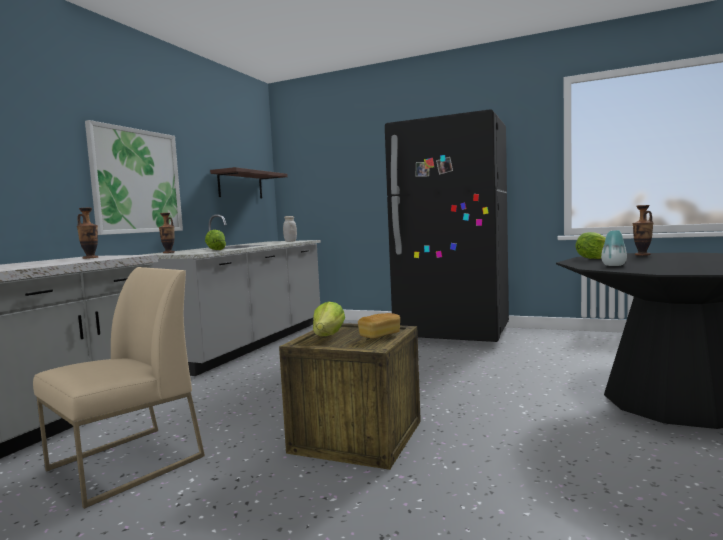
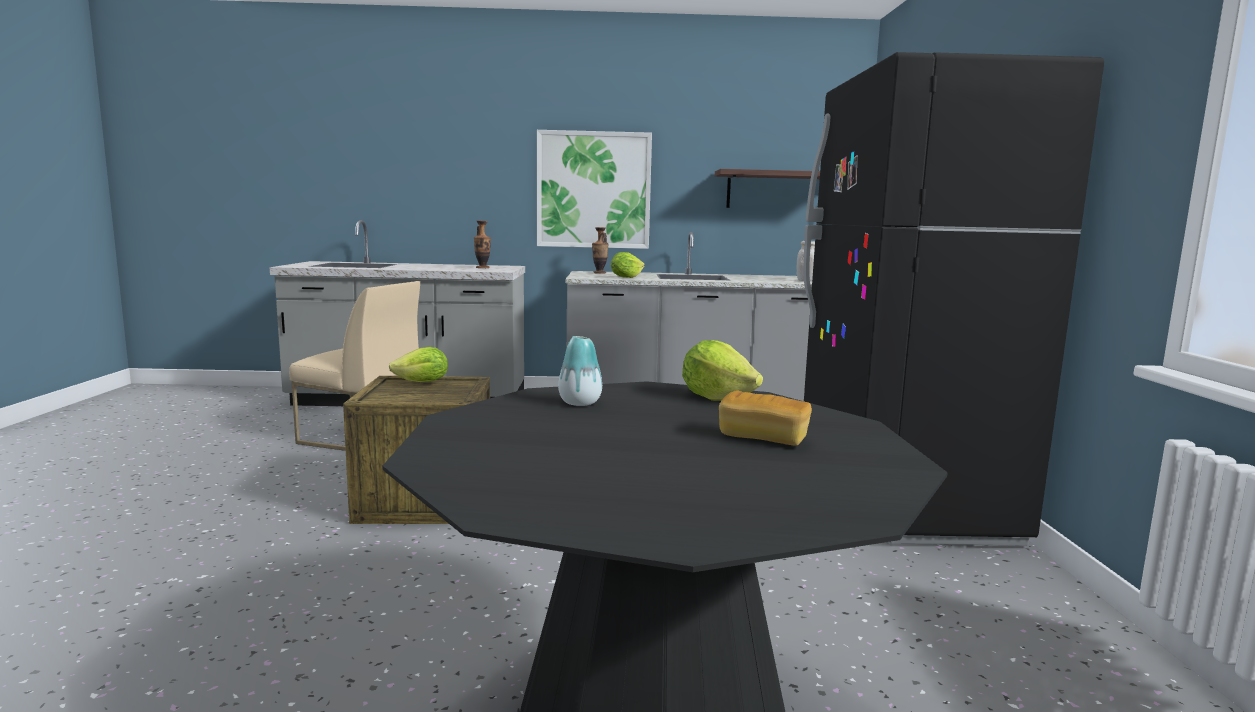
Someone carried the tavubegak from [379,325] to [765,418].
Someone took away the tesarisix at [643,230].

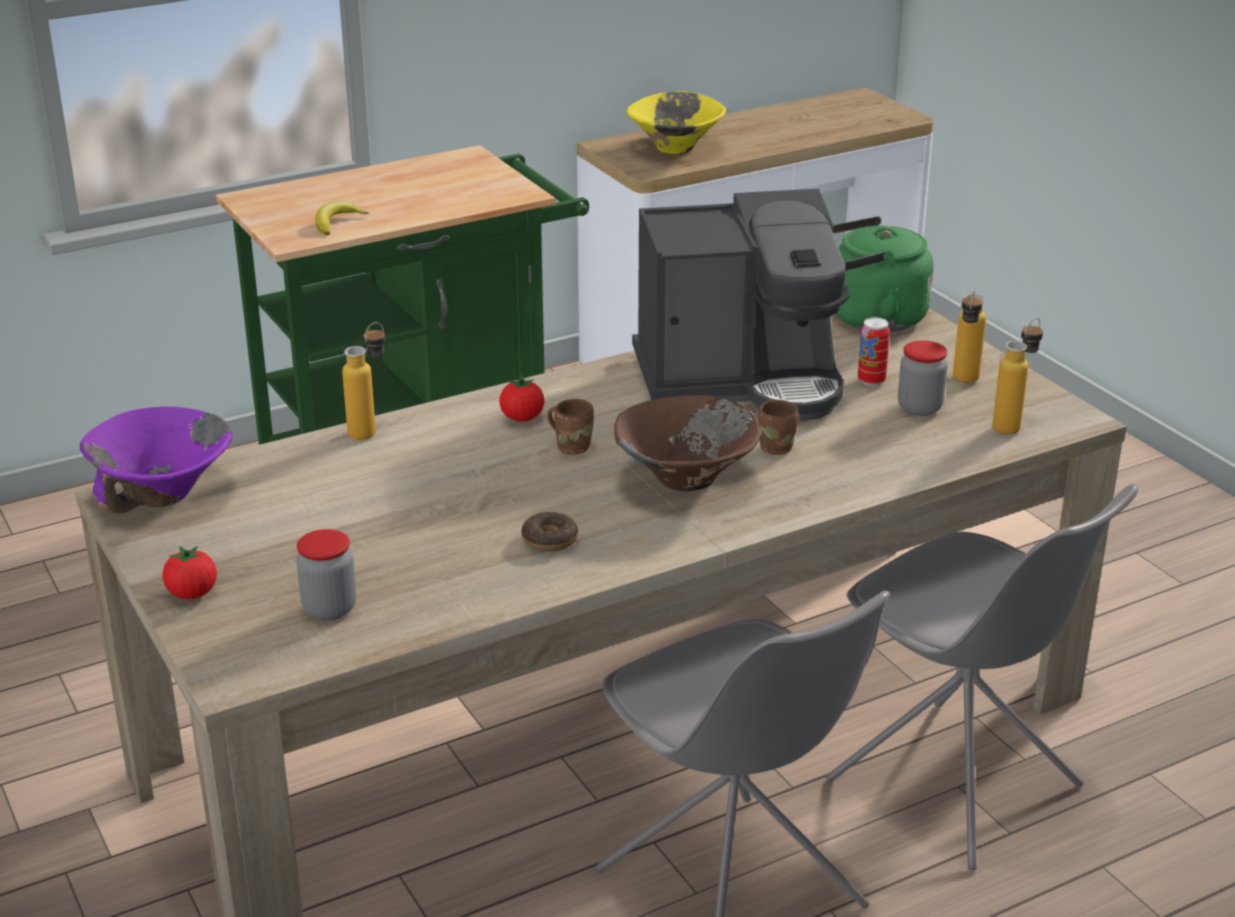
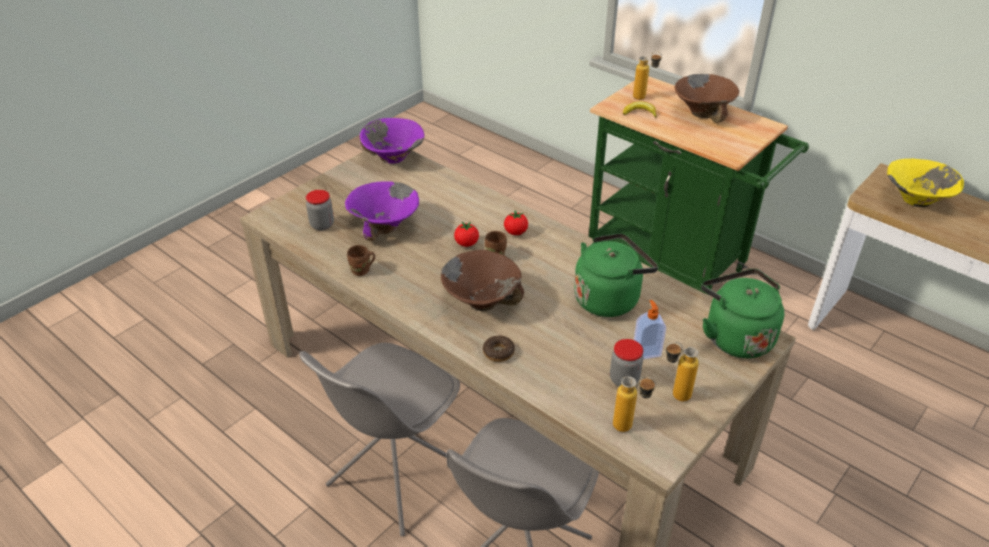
Someone put down the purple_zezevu at [382,211].
Someone carried the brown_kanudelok from [778,427] to [361,260].
Someone carried the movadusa from [189,572] to [466,234].
Someone carried the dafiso from [549,531] to [499,348].
Someone swapped the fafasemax at [741,305] for the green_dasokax at [616,275].
Someone carried the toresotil from [363,381] to [647,75].
Someone swapped the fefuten at [874,351] for the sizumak at [650,329].
Someone put down the brown_zezevu at [707,98].

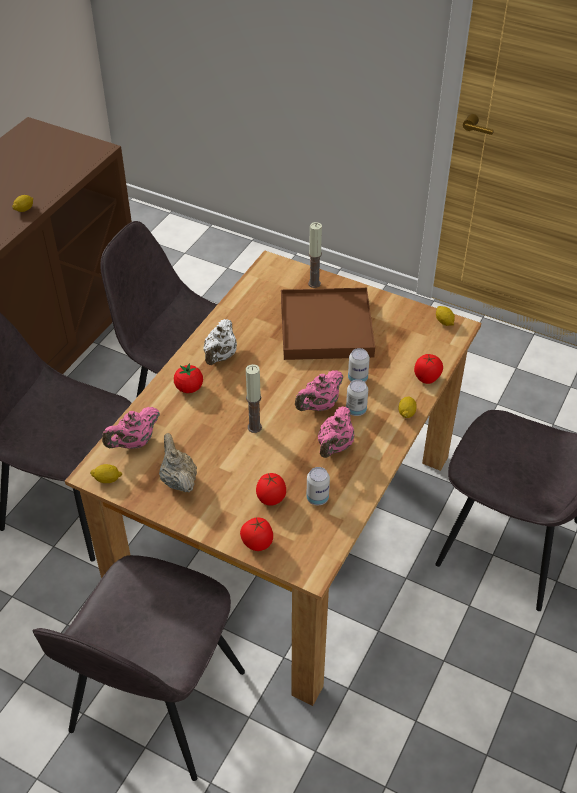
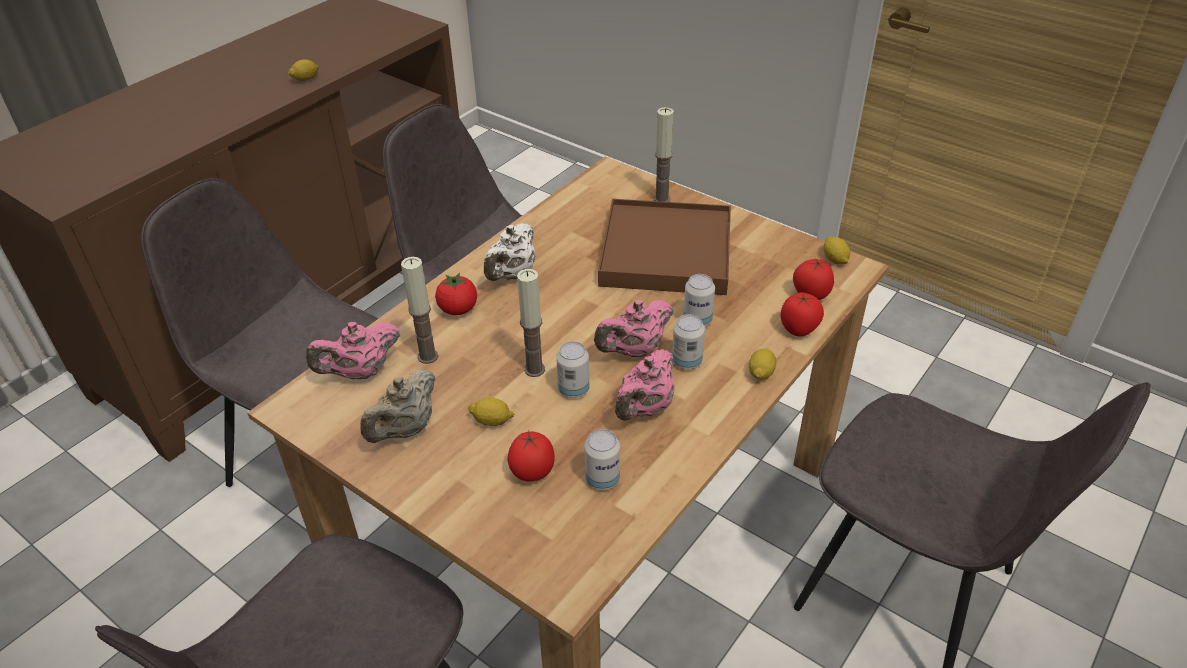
Someone rotated the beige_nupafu at [178,462] by 135 degrees counterclockwise.
Someone put down the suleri at [419,310].
Someone carried the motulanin from [106,473] to [491,411].
Someone put down the fefuten at [572,369].
Someone carried the movadusa from [256,534] to [813,279].

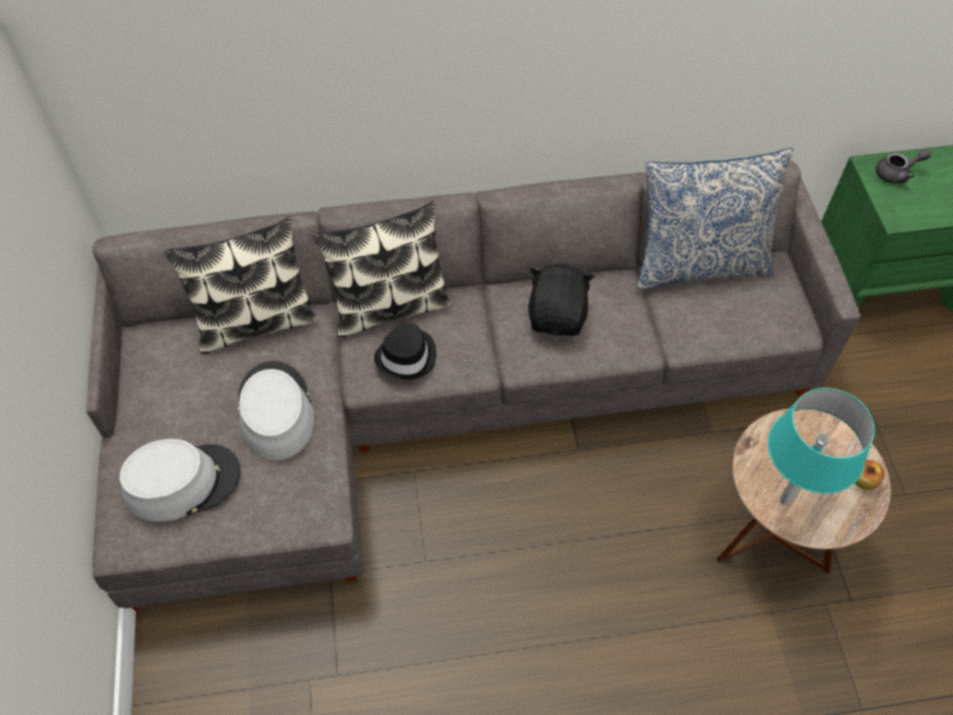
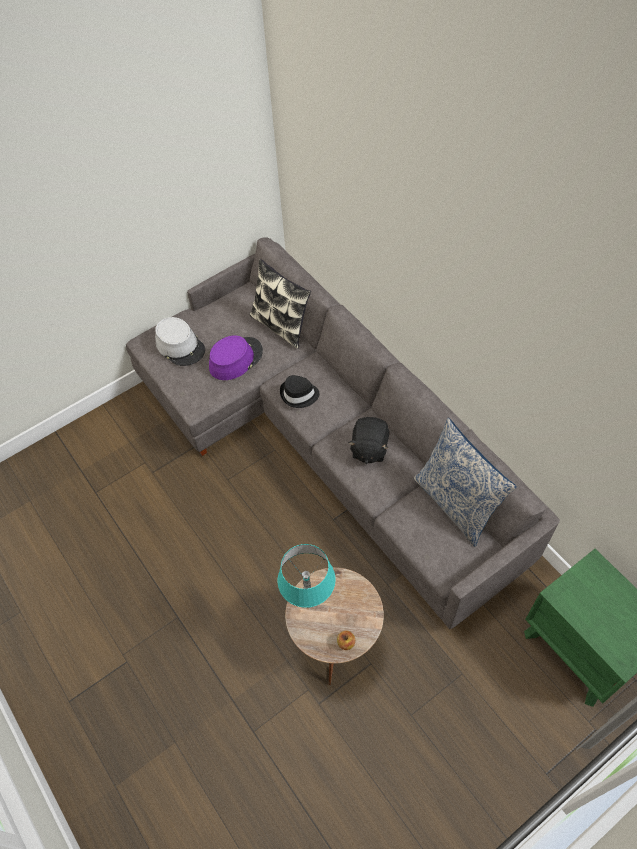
Someone repainted the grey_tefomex at [276,411], which became the purple_tefomex at [236,358].
Someone rotated the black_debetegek at [561,300] by 120 degrees clockwise.
Someone took away the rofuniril at [382,270].
Someone took away the grey_nupafu at [903,166].

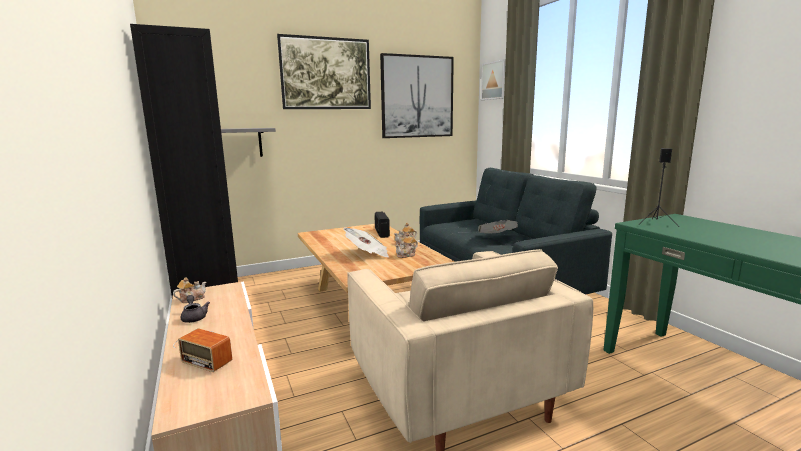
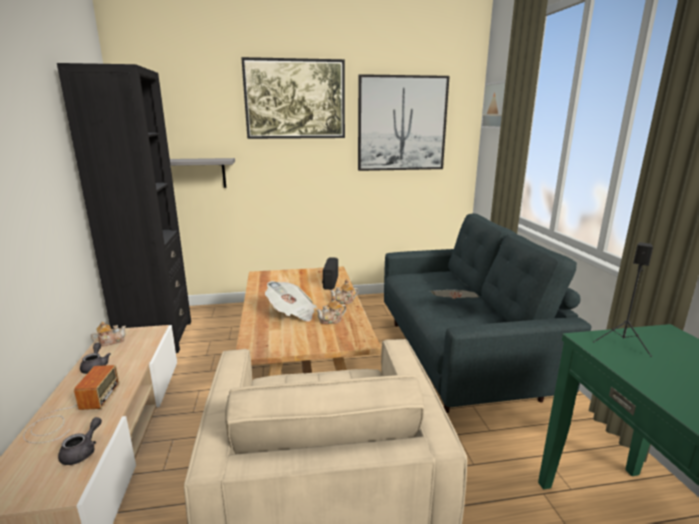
Someone rotated the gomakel at [202,350] by 135 degrees counterclockwise.
Someone put down the grey_nupafu at [80,441].

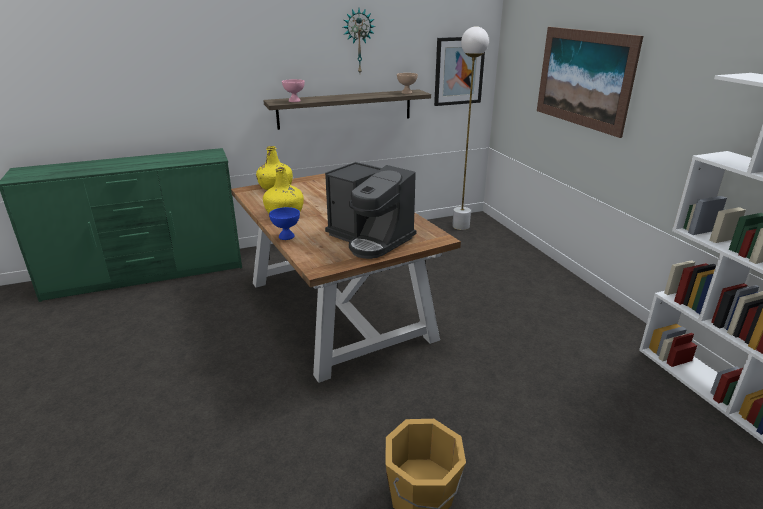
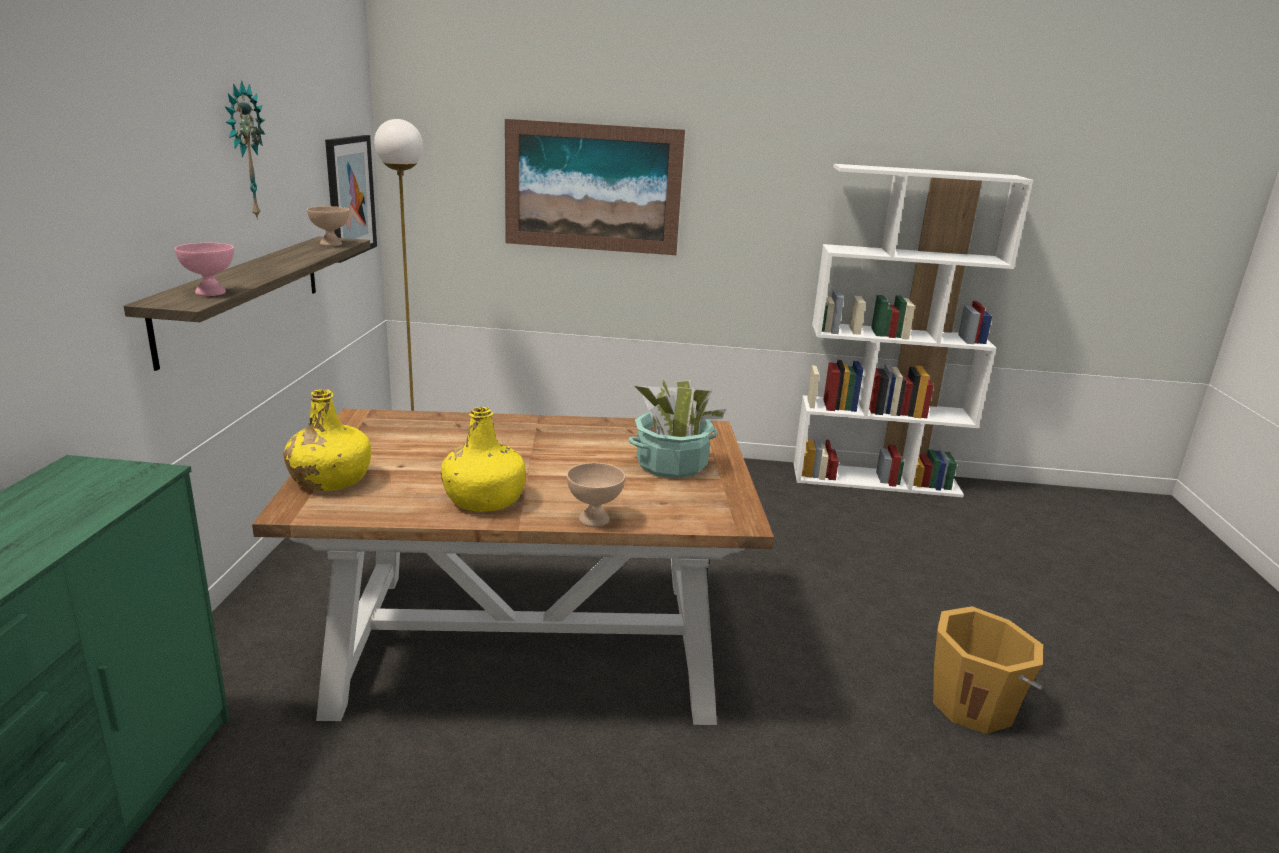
Someone repainted the blue_zezevu at [284,223], which became the beige_zezevu at [596,495].
Someone swapped the fafasemax at [370,210] for the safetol at [677,428].

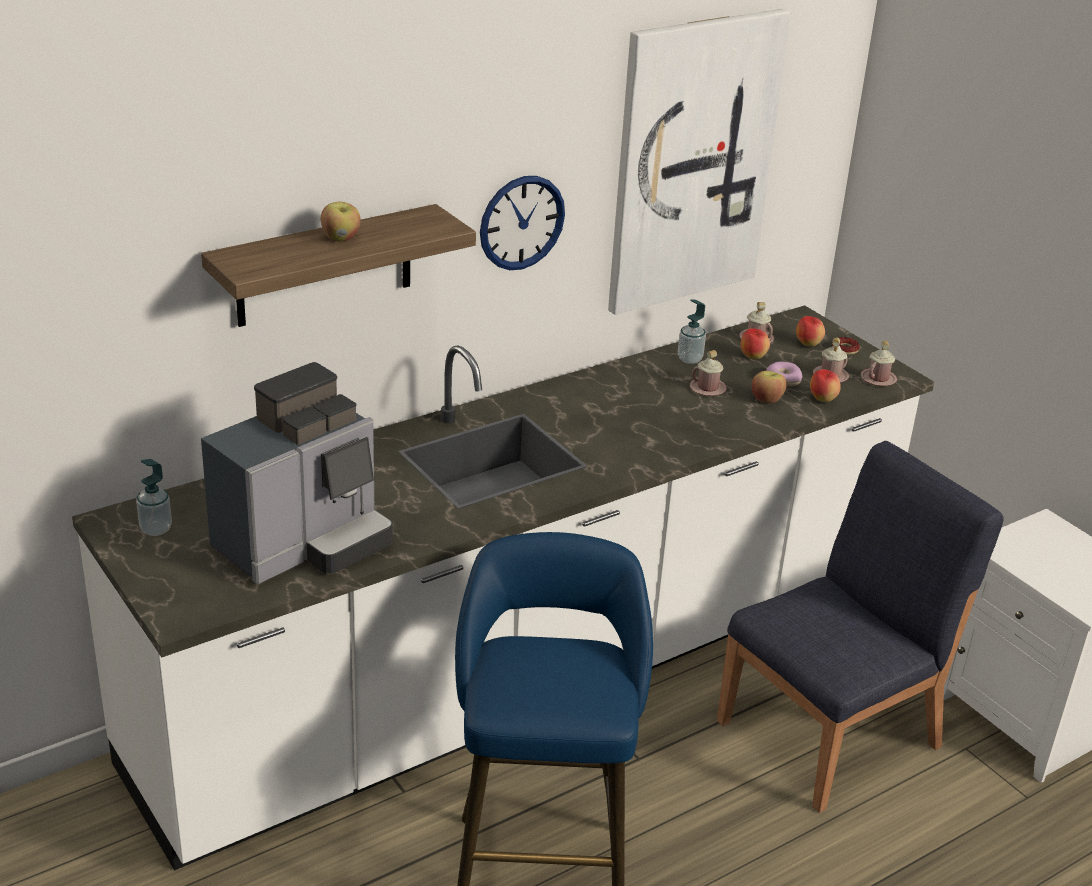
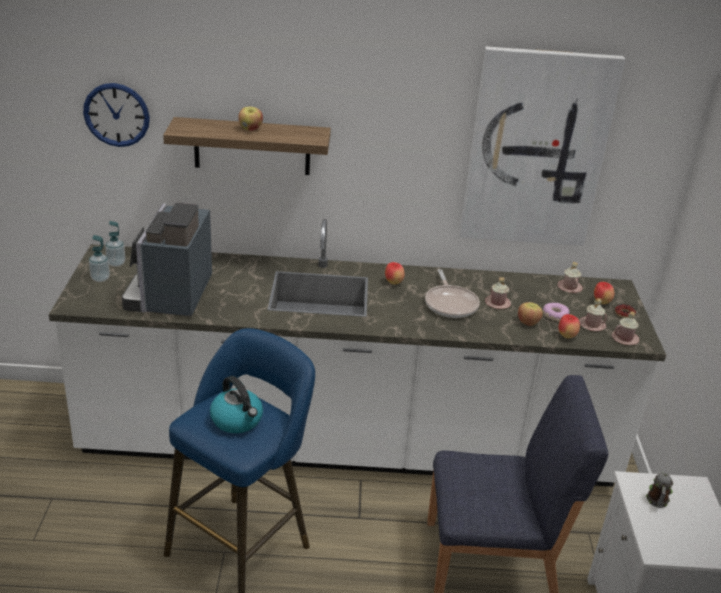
Someone carried the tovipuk from [522,223] to [116,115].
Someone carried the sizumak from [692,331] to [99,258].
Someone rotated the fafasemax at [297,473] by 105 degrees clockwise.
Someone put down the dasokax at [236,404].
Someone carried the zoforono from [755,343] to [395,273].
Someone put down the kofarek at [452,293].
Someone put down the kanudelok at [659,490].

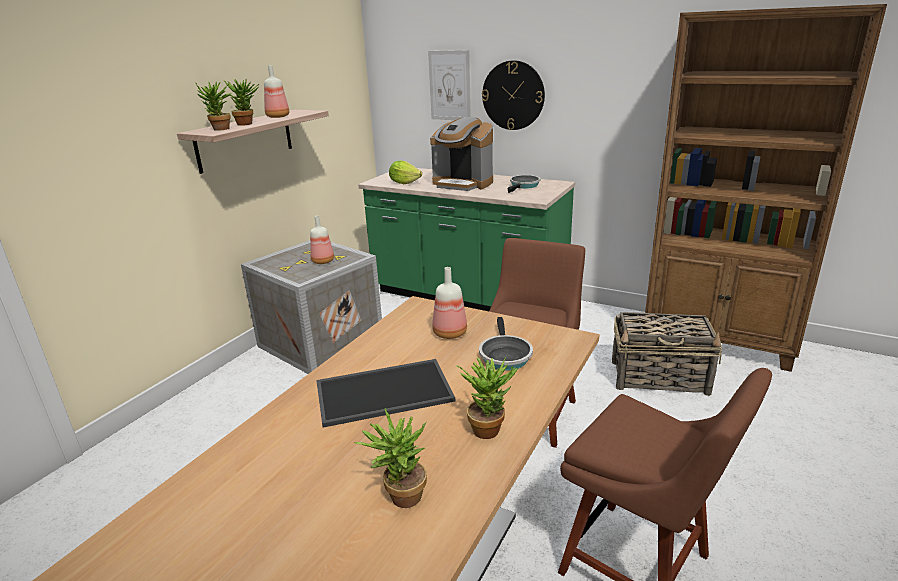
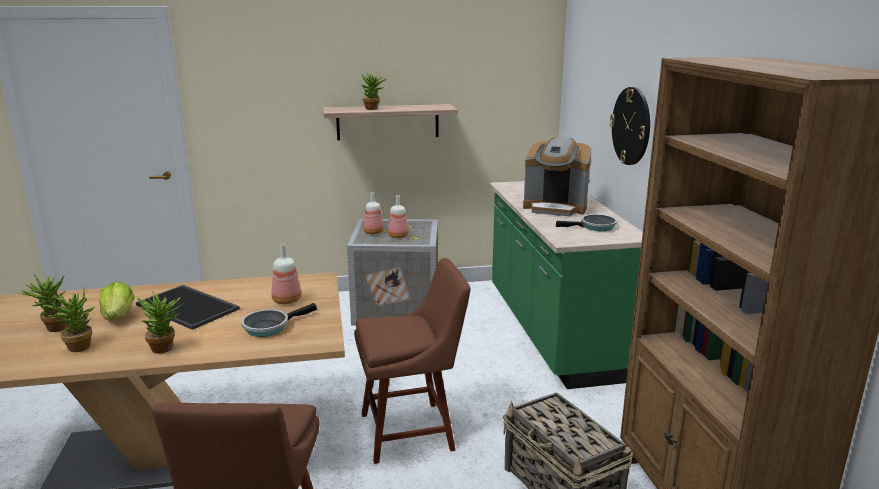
Someone carried the safetol from [213,106] to [43,303].
Someone carried the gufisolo from [405,172] to [116,301].
Someone carried the toresotil from [276,91] to [373,213].
Someone rotated the fafasemax at [461,154] by 60 degrees counterclockwise.
Someone took away the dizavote at [449,85].

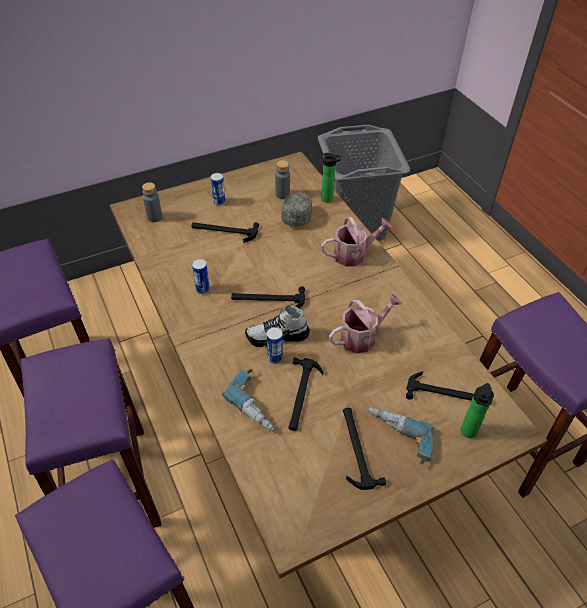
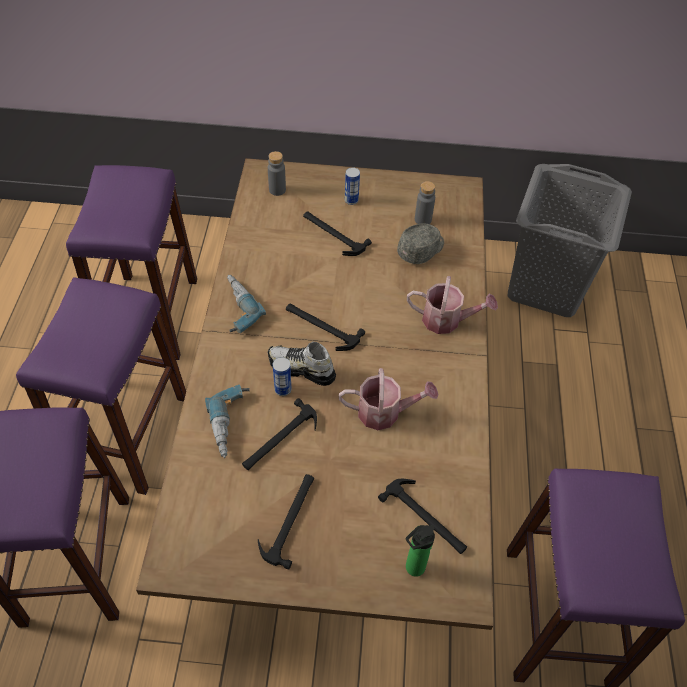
Someone carried the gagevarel from [400,436] to [246,304].
Someone took away the fefuten at [201,276].
Someone took away the toresotil at [331,178].

